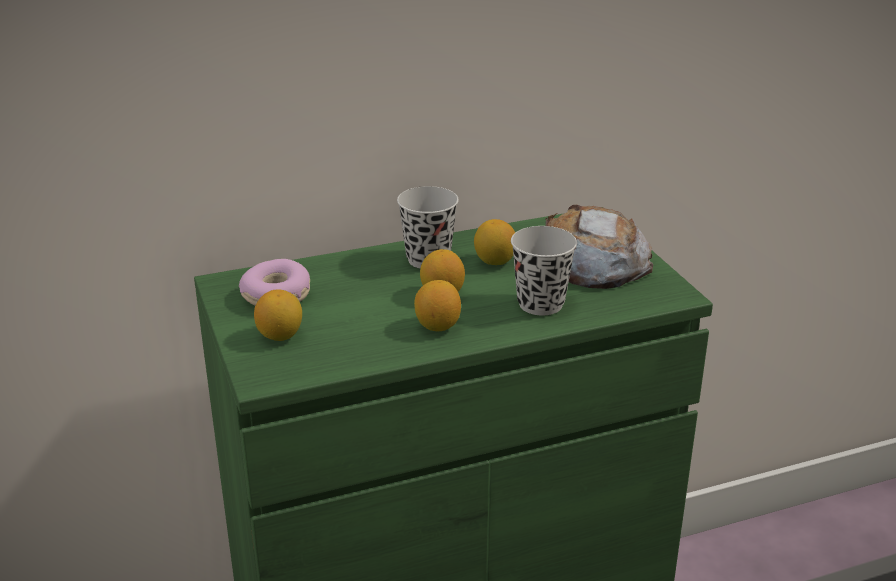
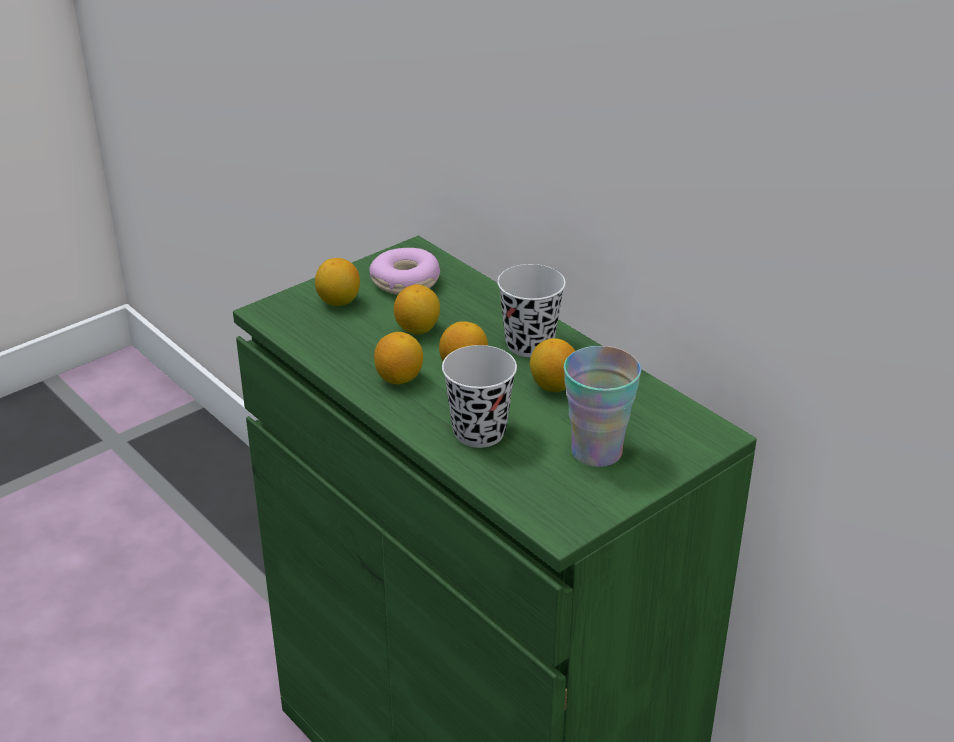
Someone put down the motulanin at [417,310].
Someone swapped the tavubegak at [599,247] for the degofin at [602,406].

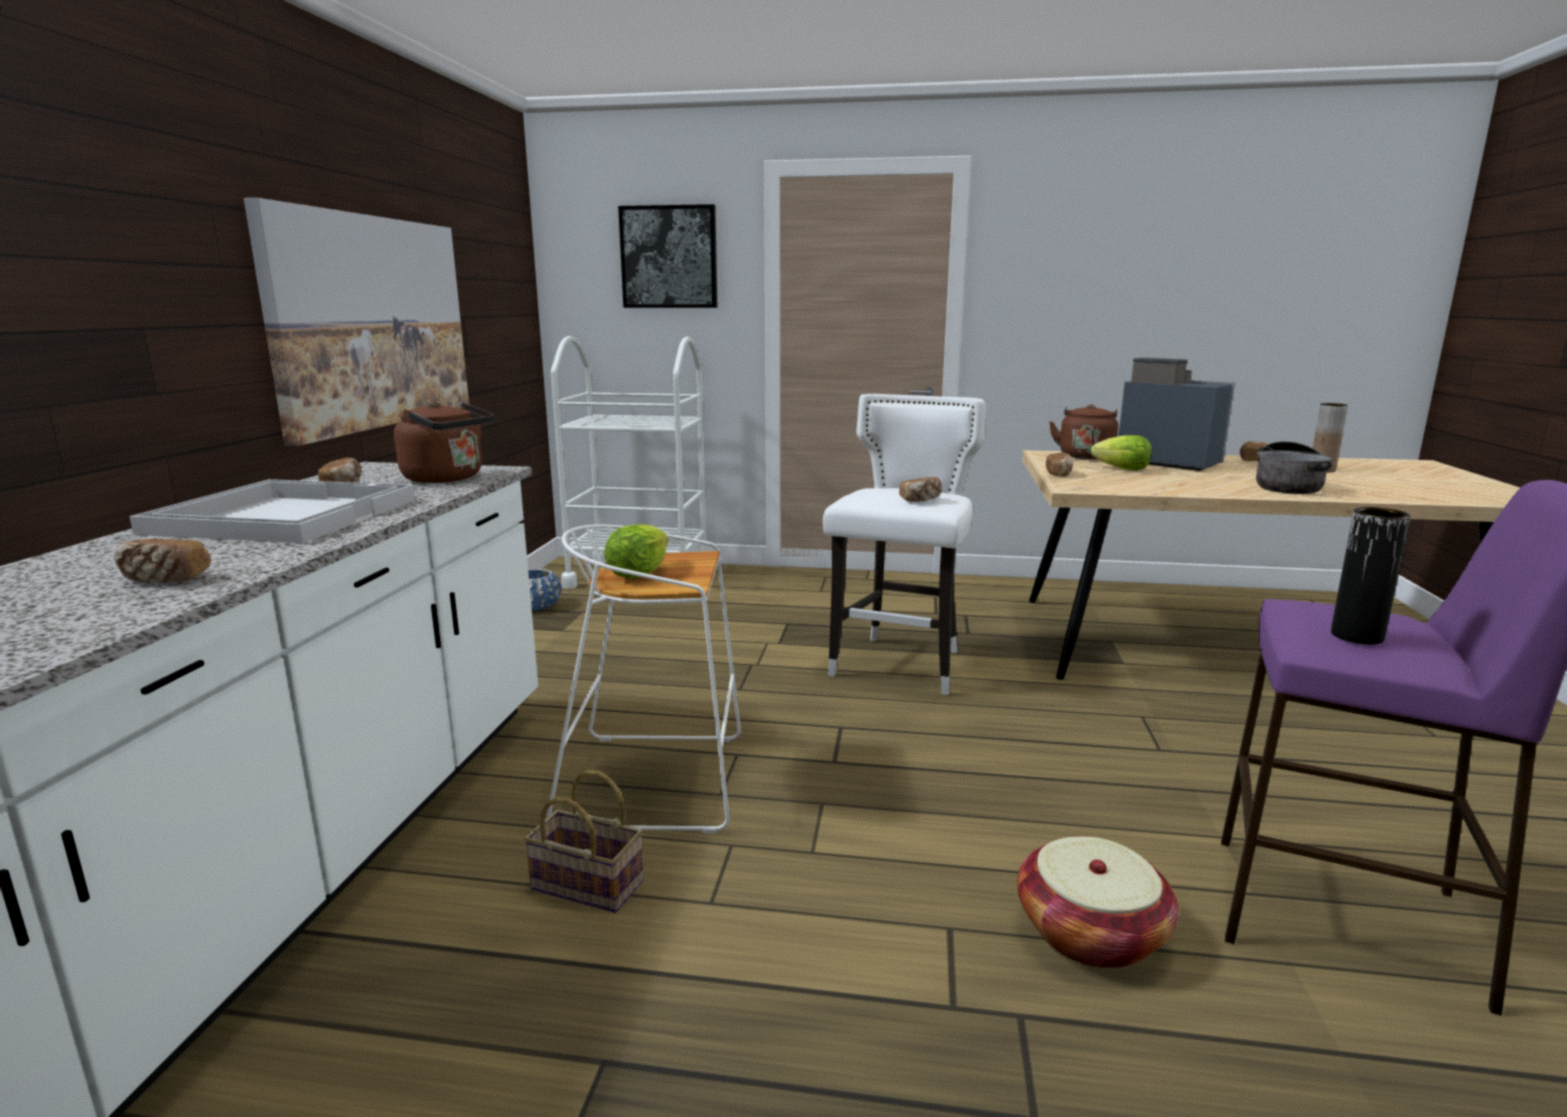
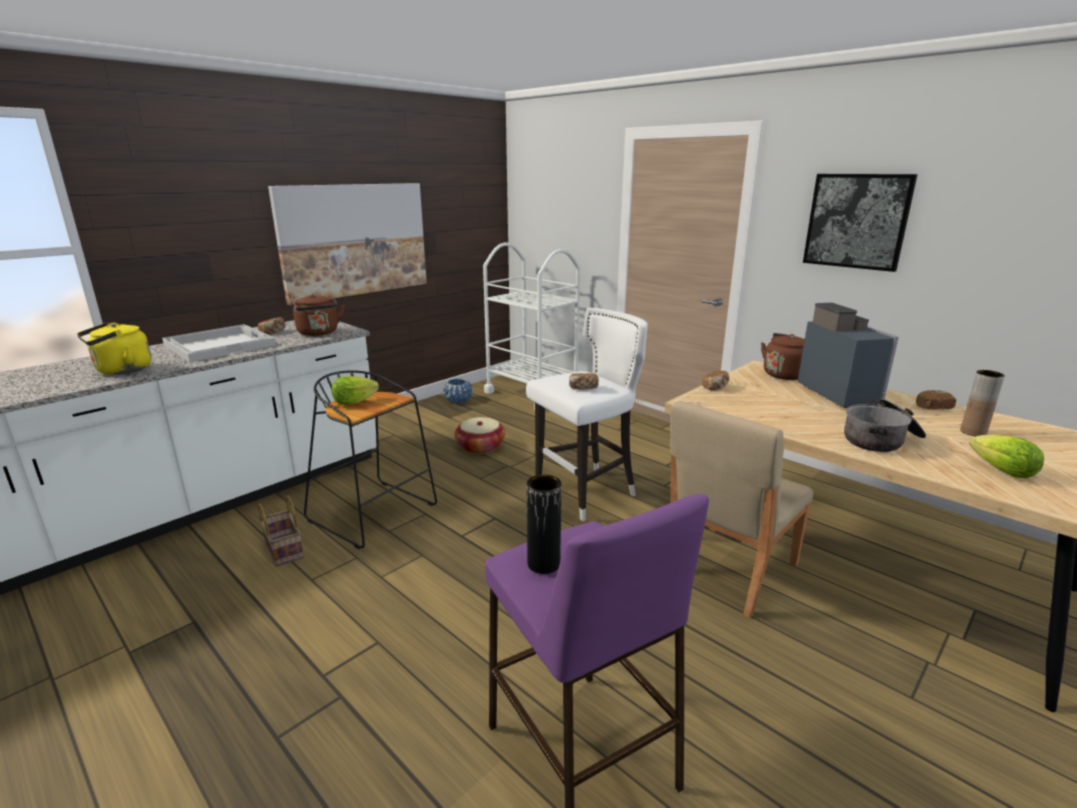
Someone swapped the tavubegak at [162,561] for the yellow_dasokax at [114,348].
Someone repainted the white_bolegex at [644,679], which became the black_bolegex at [370,459].
Someone carried the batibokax from [1098,902] to [480,435].
Someone put down the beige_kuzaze at [741,509].
Someone carried the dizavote from [668,256] to [860,223].
Someone carried the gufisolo from [1121,453] to [1006,456].

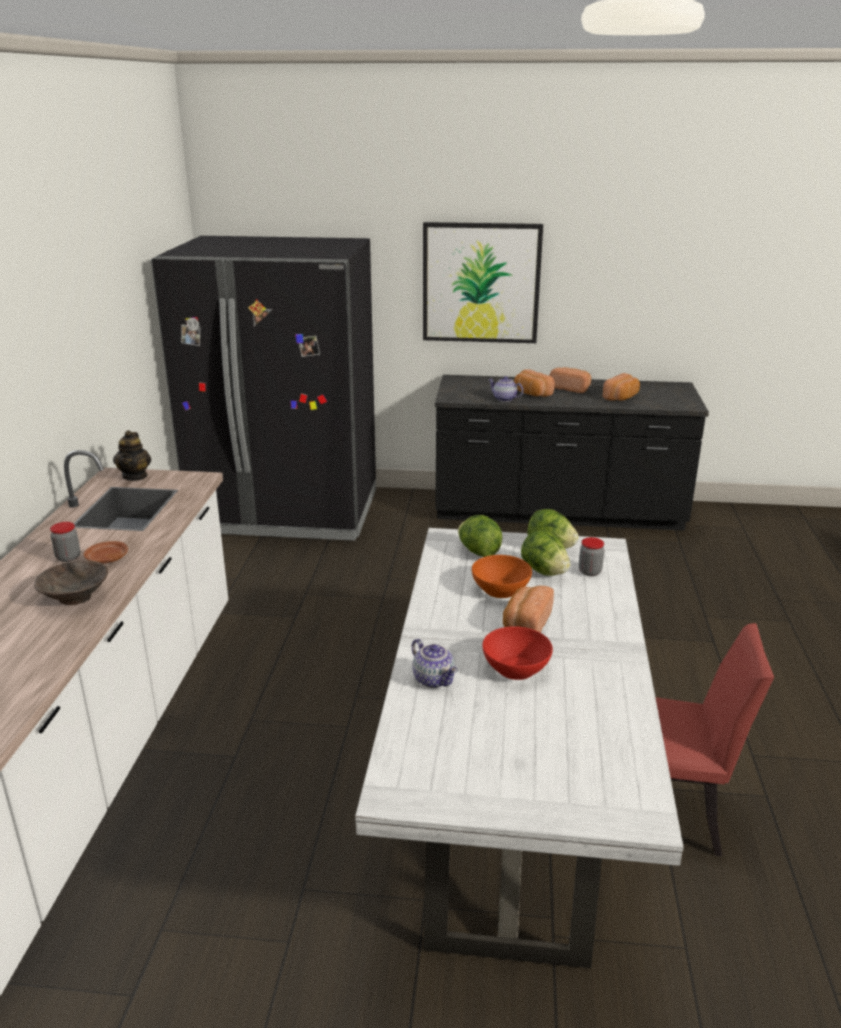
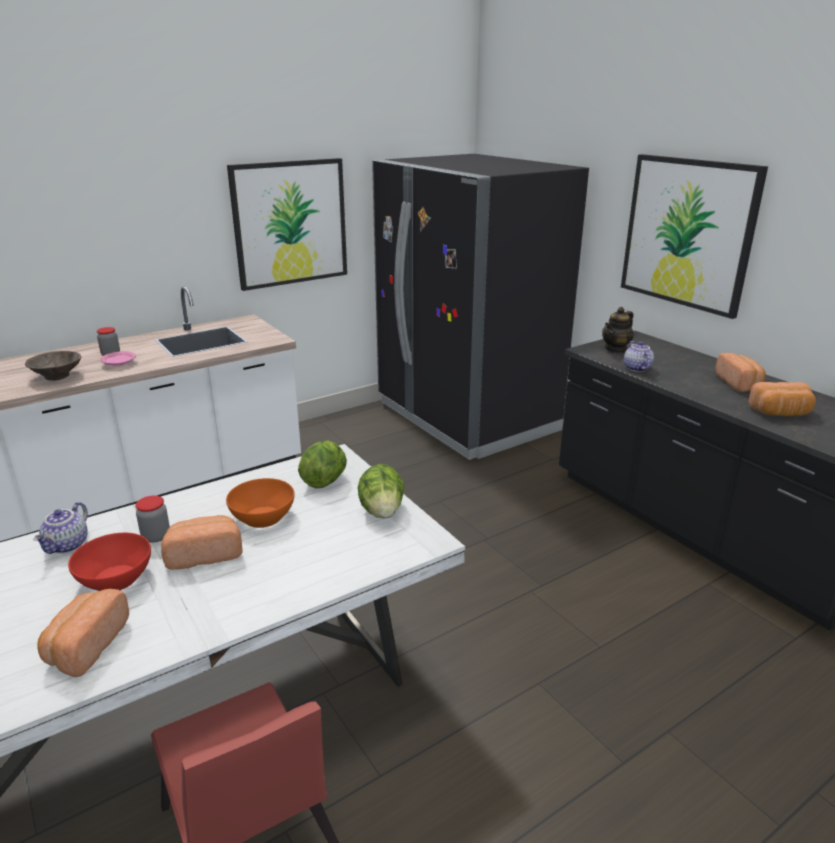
Someone carried the tavubegak from [534,383] to [83,633].
Someone repainted the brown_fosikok at [106,552], which became the pink_fosikok at [118,358].
Someone carried the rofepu from [591,556] to [152,519].
Someone put up the dizavote at [287,224].
Someone carried the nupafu from [132,455] to [618,330].
Someone took away the gufisolo at [545,553].

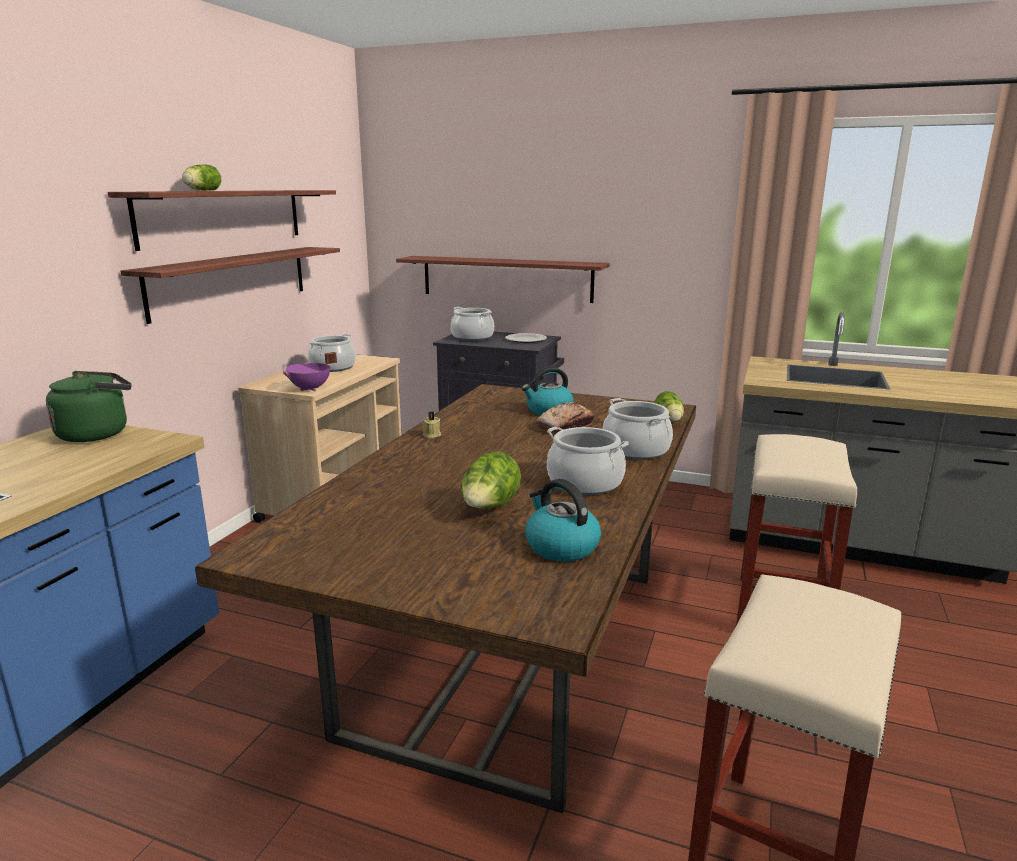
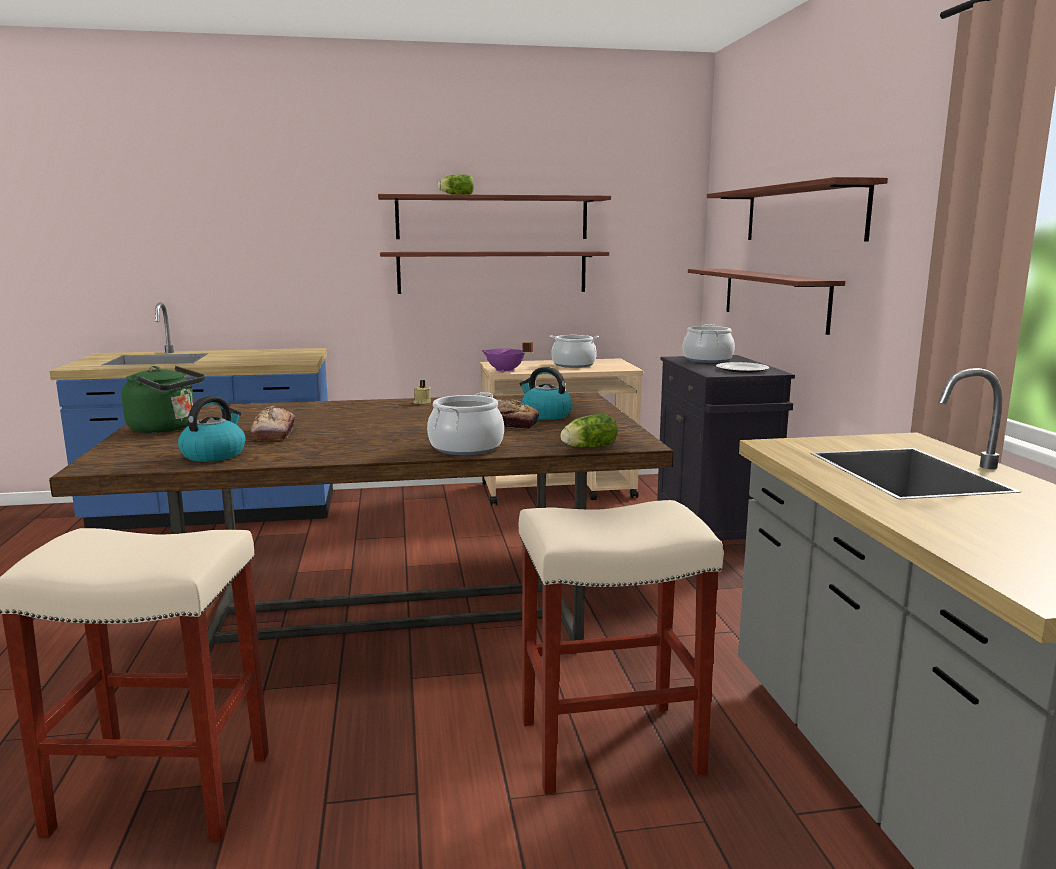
Someone carried the green_dasokax from [88,406] to [163,399].
Someone swapped the gufisolo at [491,480] for the tavubegak at [273,423].
Someone put up the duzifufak at [797,209].
Someone took away the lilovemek at [588,461].

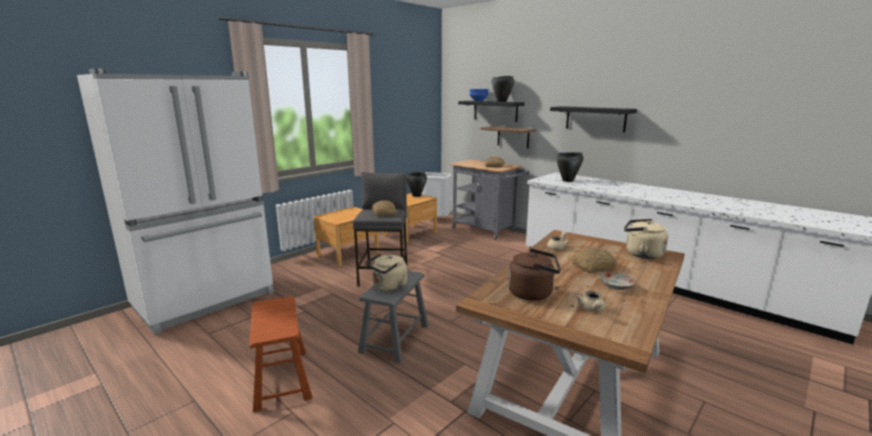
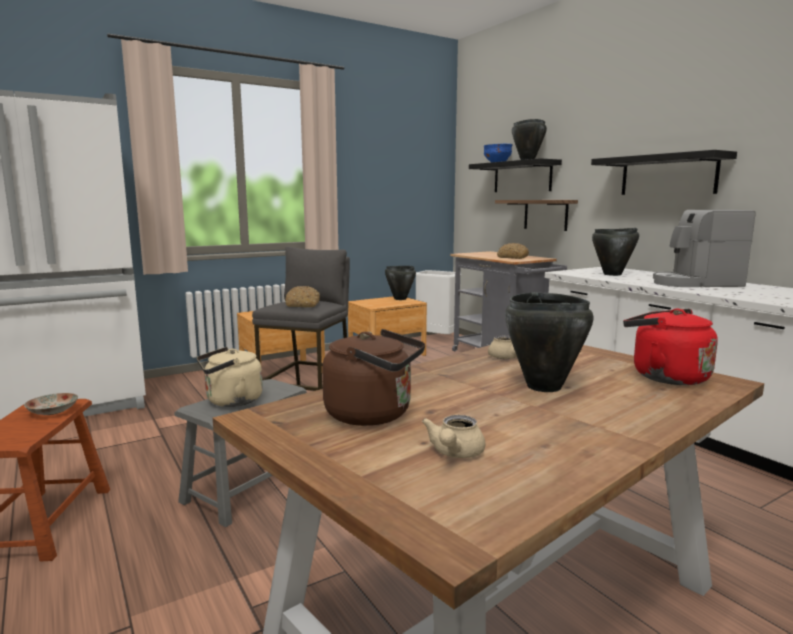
Someone carried the fosikok from [617,281] to [51,404].
Someone swapped the tavubegak at [594,260] for the black_lilovemek at [549,342].
Someone repainted the beige_dasokax at [646,239], which became the red_dasokax at [670,346].
Someone put down the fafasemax at [704,248].

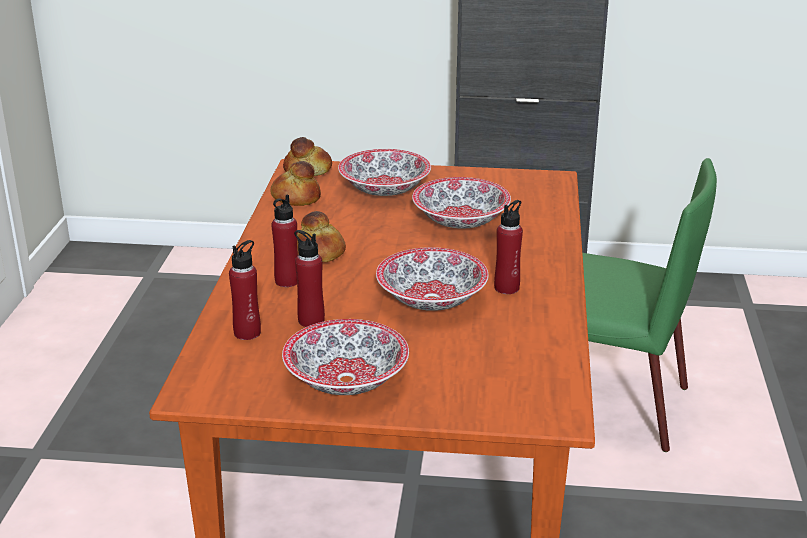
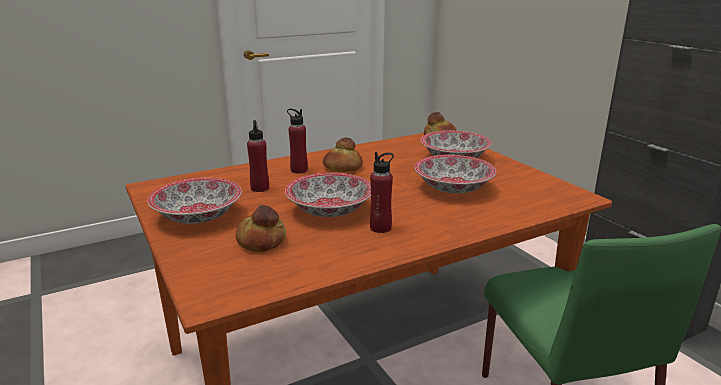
Someone carried the tavubegak from [295,183] to [260,228].
Someone took away the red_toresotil at [245,290].

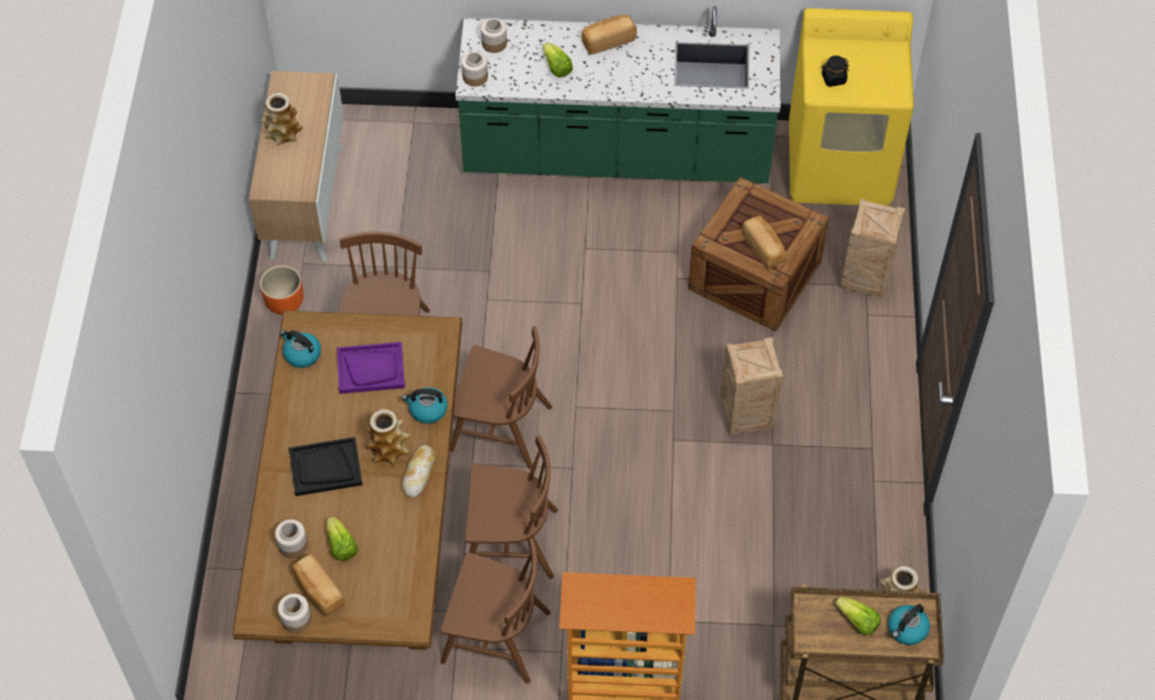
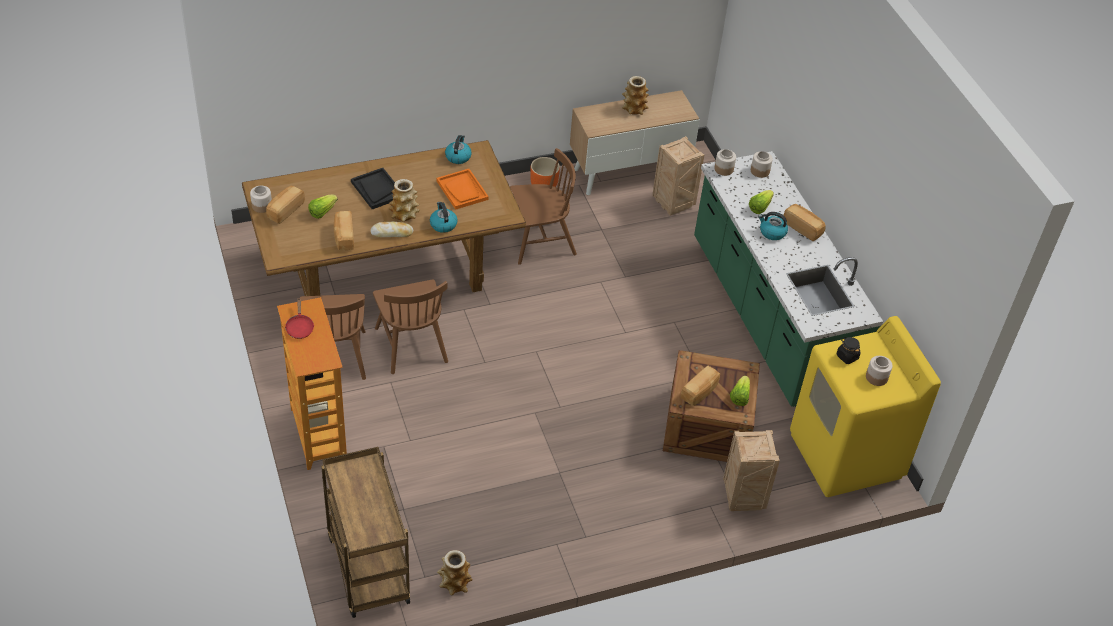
Someone put down the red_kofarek at [299,318].
Someone put down the tavubegak at [344,230].
Someone repainted the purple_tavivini at [371,368], which became the orange_tavivini at [463,189].
Someone carried the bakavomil from [751,386] to [678,176].
Someone carried the gufisolo from [858,616] to [740,391].
Someone carried the dasokax from [909,624] to [773,226].
Someone carried the rofepu from [291,538] to [879,371].
Someone took away the brown_kuzaze at [501,397].

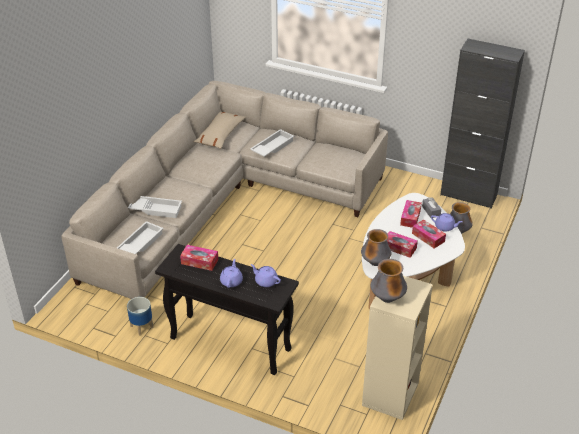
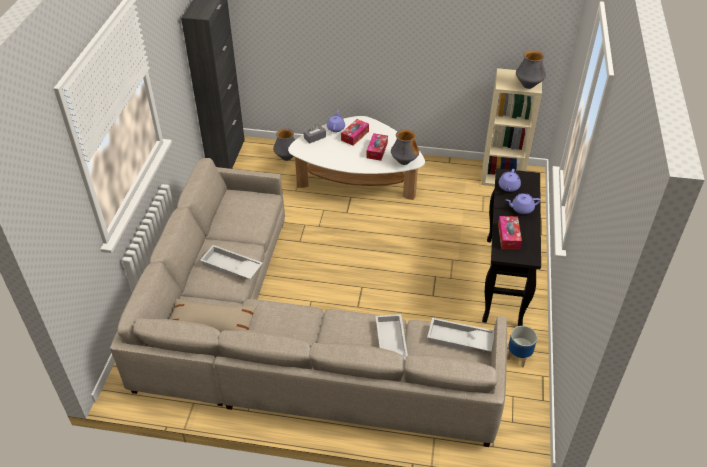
Someone took away the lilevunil at [411,214].

